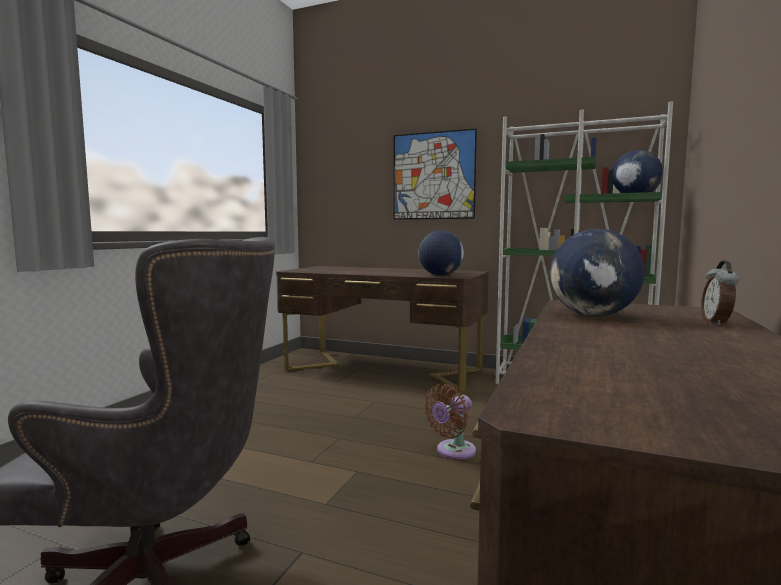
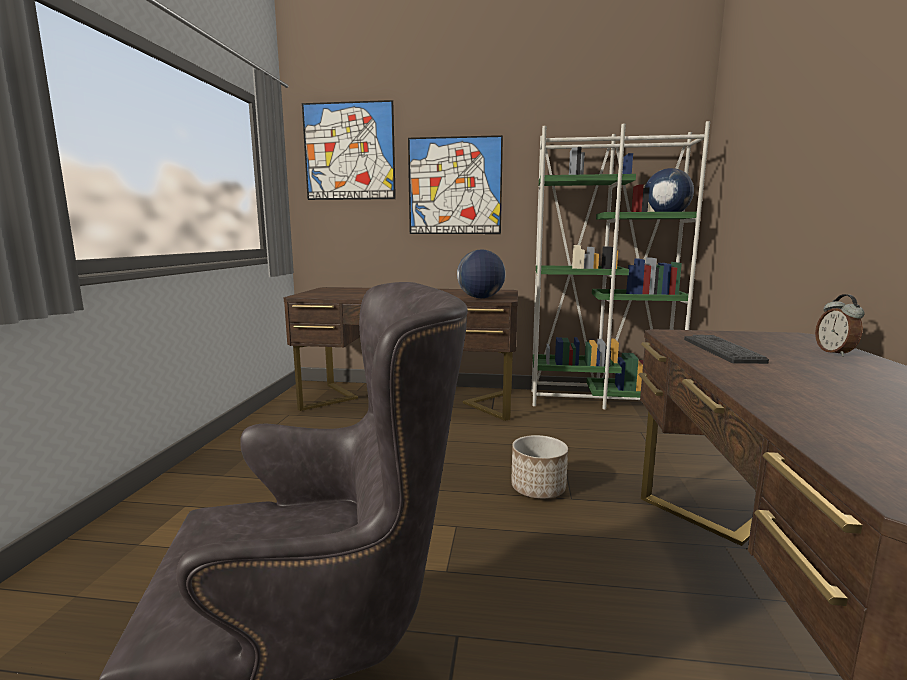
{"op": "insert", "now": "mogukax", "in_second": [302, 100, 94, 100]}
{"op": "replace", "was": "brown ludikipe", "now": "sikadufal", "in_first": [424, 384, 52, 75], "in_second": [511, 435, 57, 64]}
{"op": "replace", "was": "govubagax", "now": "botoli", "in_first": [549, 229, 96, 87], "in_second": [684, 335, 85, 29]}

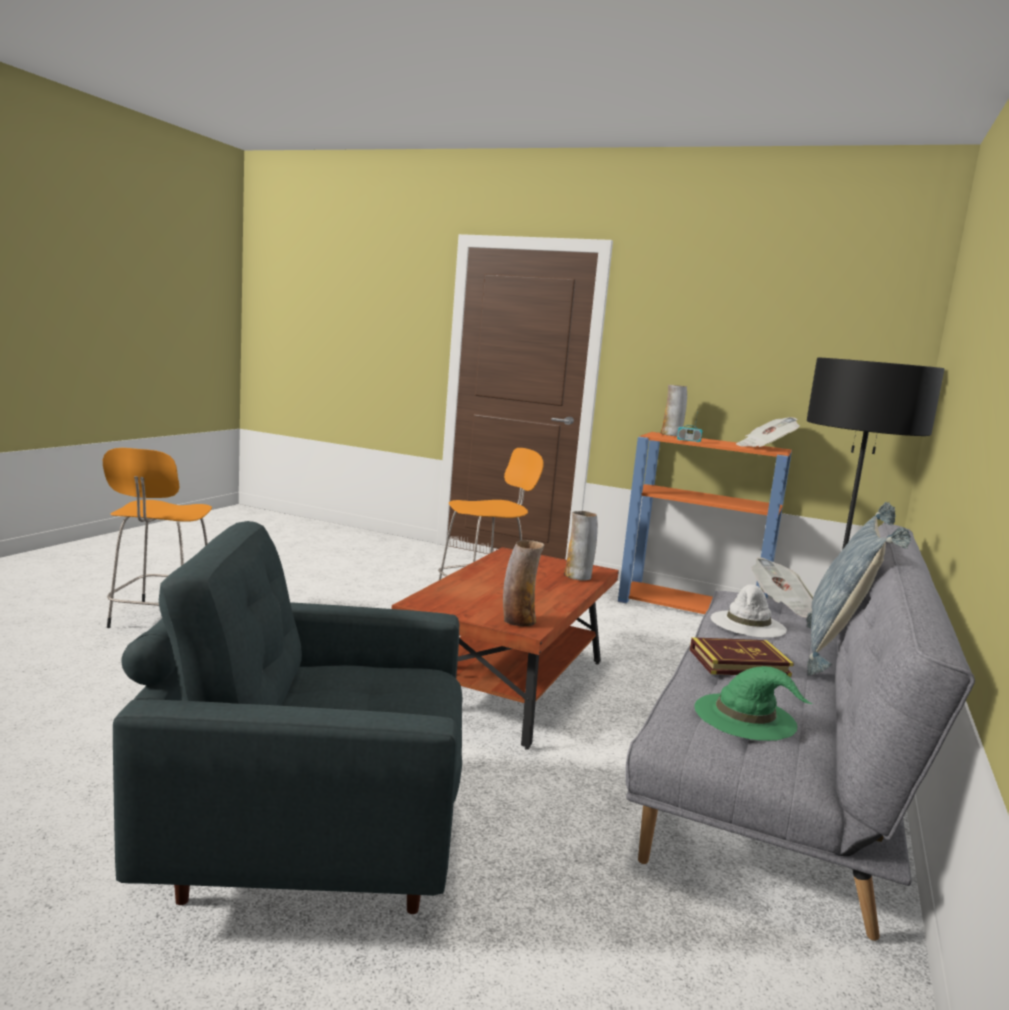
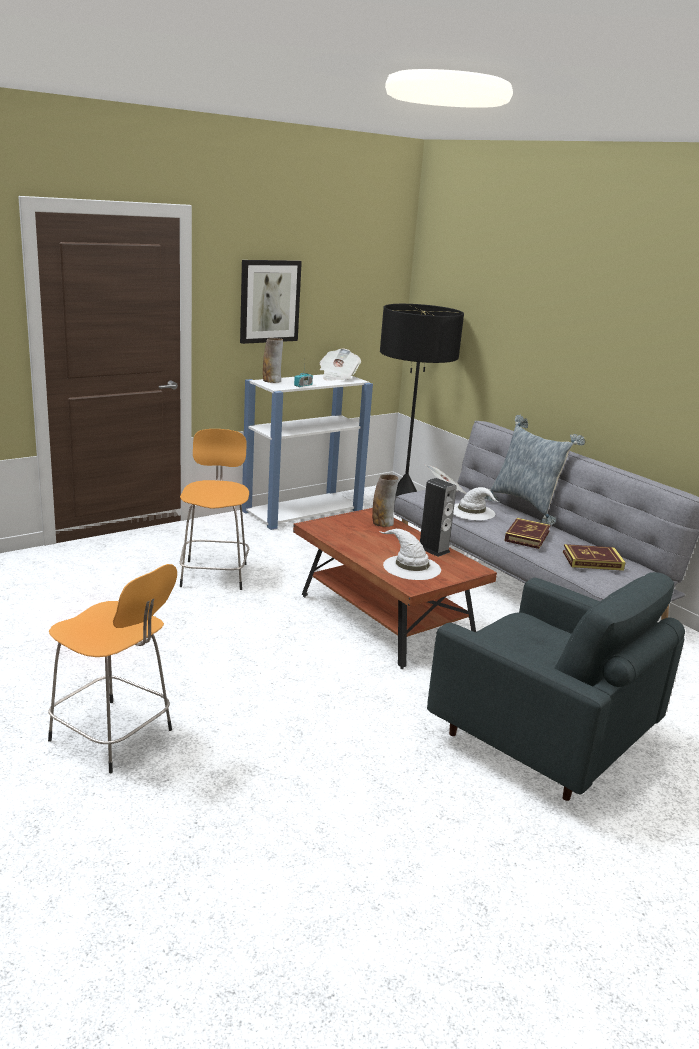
{"op": "insert", "now": "mogukax", "in_second": [240, 260, 62, 84]}
{"op": "recolor", "was": "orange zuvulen", "now": "white zuvulen", "in_first": [618, 432, 174, 182], "in_second": [242, 374, 131, 156]}
{"op": "insert", "now": "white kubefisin", "in_second": [378, 529, 63, 51]}
{"op": "insert", "now": "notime", "in_second": [420, 478, 37, 79]}
{"op": "rotate", "was": "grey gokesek", "in_first": [113, 521, 350, 393], "in_second": [427, 572, 258, 229], "clockwise": -75}
{"op": "replace", "was": "green kubefisin", "now": "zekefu", "in_first": [694, 666, 119, 75], "in_second": [563, 544, 63, 27]}
{"op": "delete", "was": "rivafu", "in_first": [503, 540, 41, 87]}

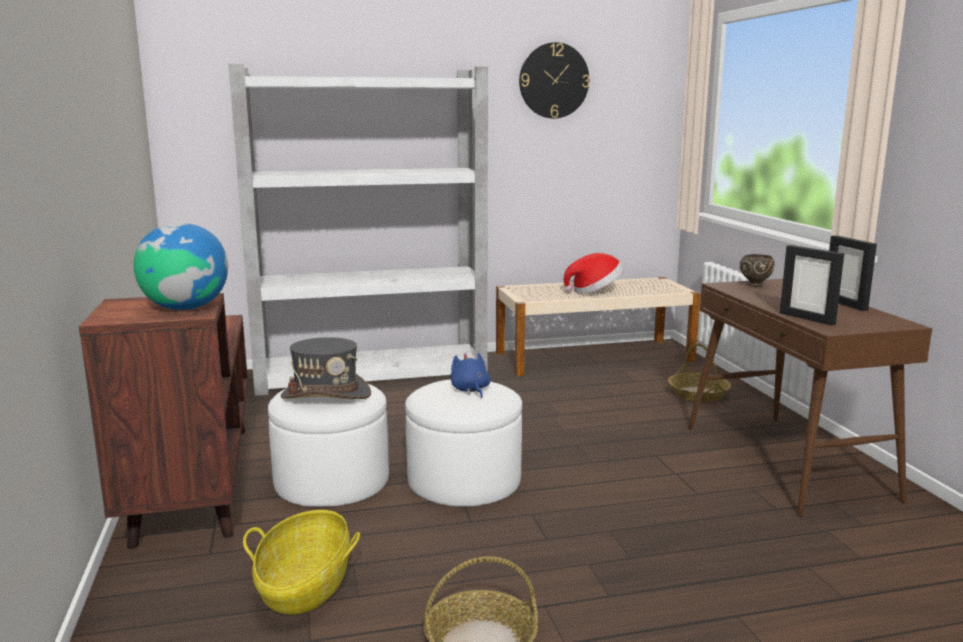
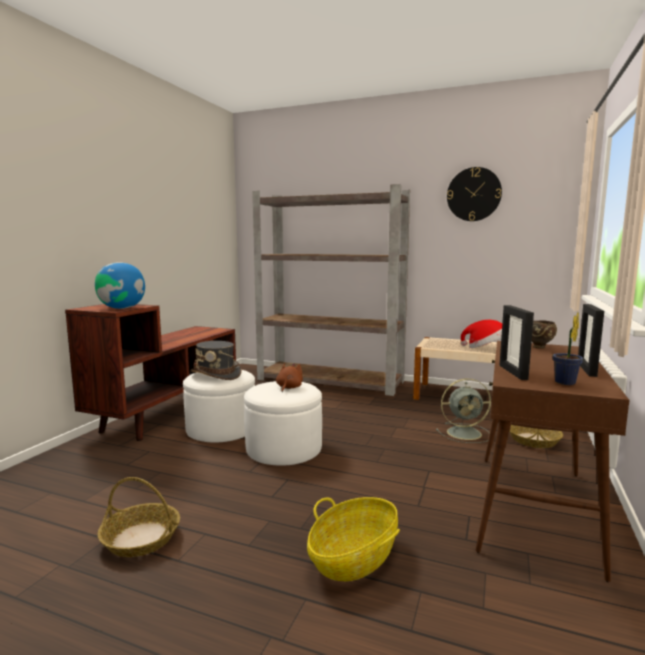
{"op": "recolor", "was": "white zuvulen", "now": "brown zuvulen", "in_first": [228, 64, 260, 332], "in_second": [252, 184, 158, 212]}
{"op": "recolor", "was": "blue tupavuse", "now": "brown tupavuse", "in_first": [451, 353, 39, 45], "in_second": [276, 363, 27, 29]}
{"op": "move", "was": "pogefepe", "in_first": [243, 510, 117, 105], "in_second": [307, 497, 93, 84]}
{"op": "insert", "now": "grey ludikipe", "in_second": [436, 378, 55, 65]}
{"op": "insert", "now": "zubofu", "in_second": [553, 312, 30, 73]}

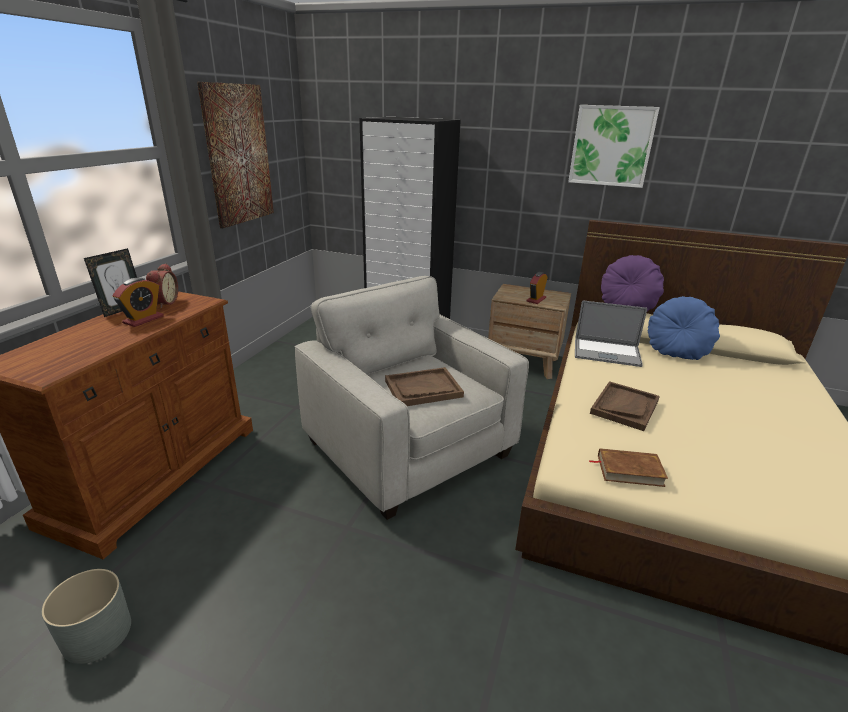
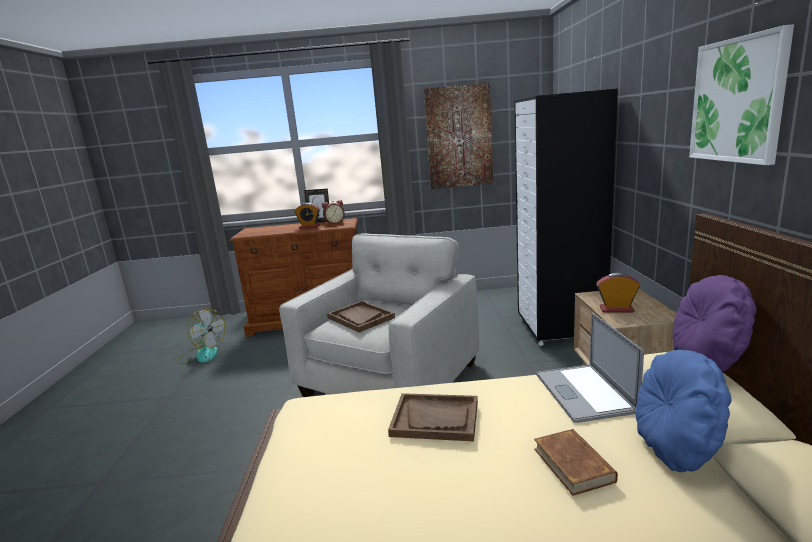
{"op": "replace", "was": "grey sikadufal", "now": "ludikipe", "in_first": [42, 569, 89, 95], "in_second": [177, 308, 49, 56]}
{"op": "move", "was": "brown zekefu", "in_first": [589, 448, 79, 39], "in_second": [534, 429, 84, 67]}

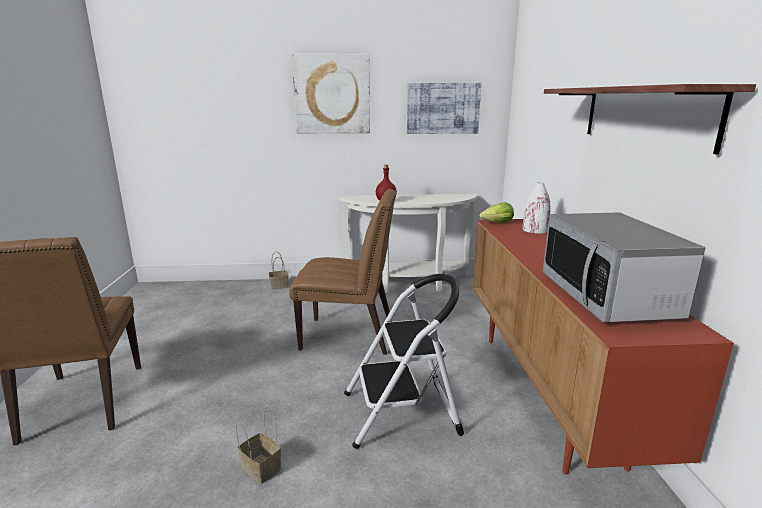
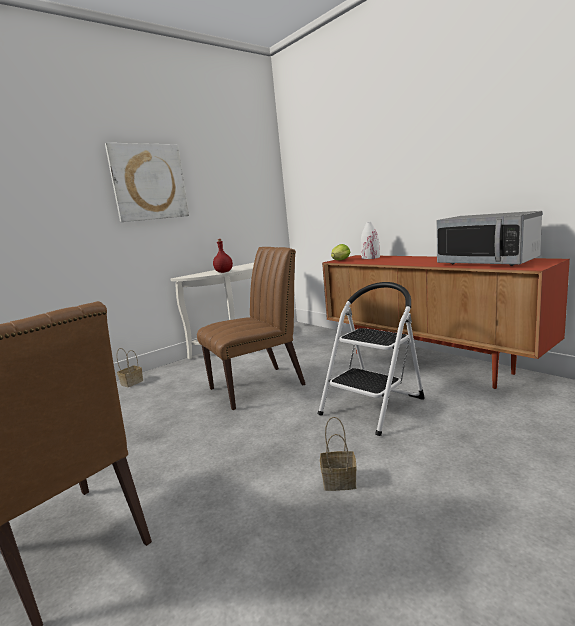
{"op": "delete", "was": "mogukax", "in_first": [407, 83, 74, 51]}
{"op": "delete", "was": "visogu", "in_first": [544, 84, 212, 71]}

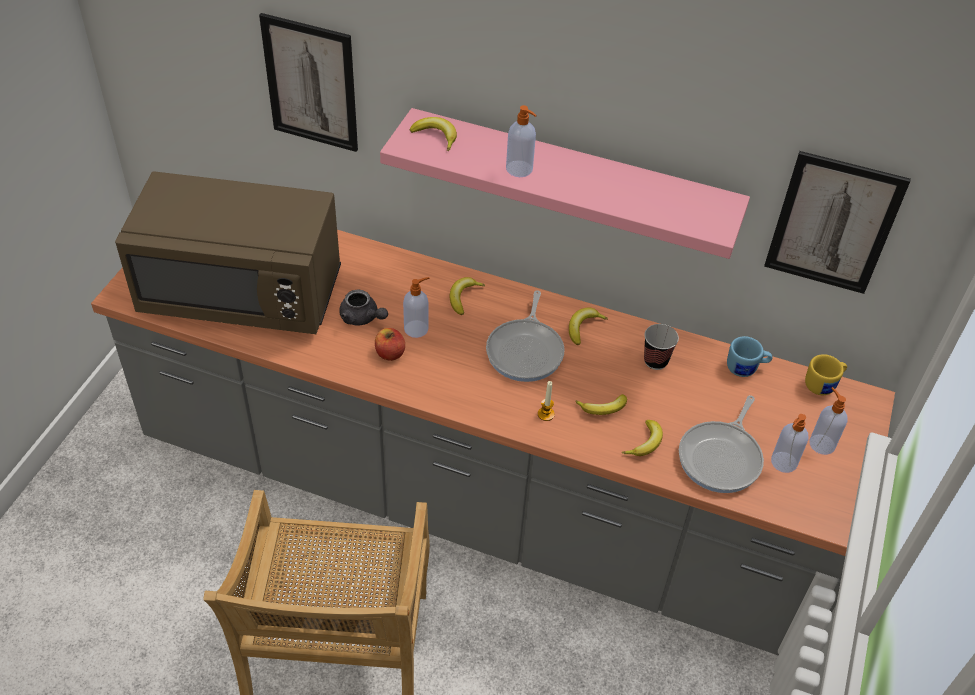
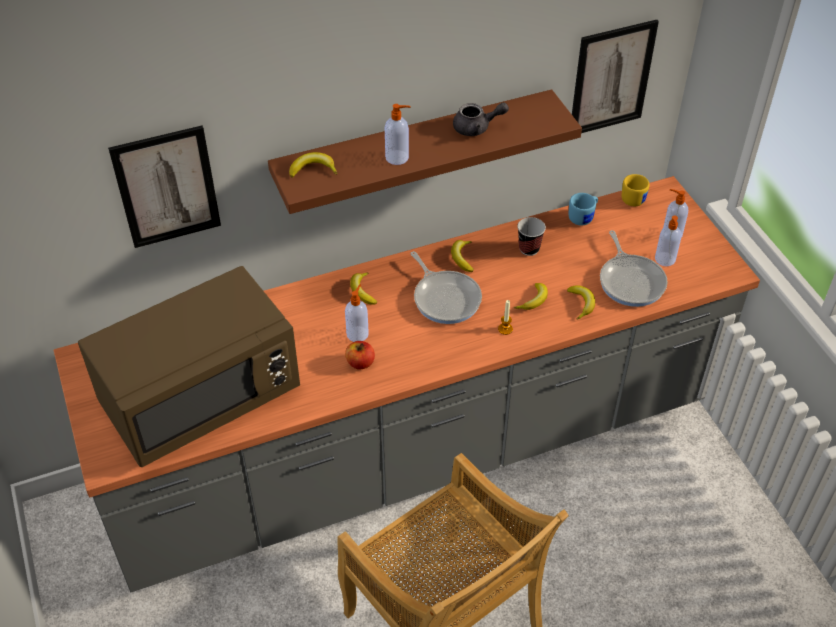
{"op": "recolor", "was": "pink visogu", "now": "brown visogu", "in_first": [380, 108, 370, 151], "in_second": [268, 89, 314, 125]}
{"op": "move", "was": "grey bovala", "in_first": [339, 289, 49, 37], "in_second": [453, 102, 56, 34]}

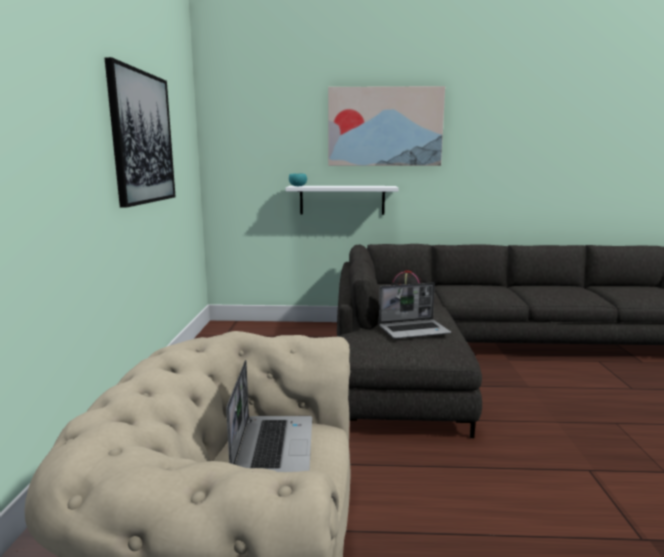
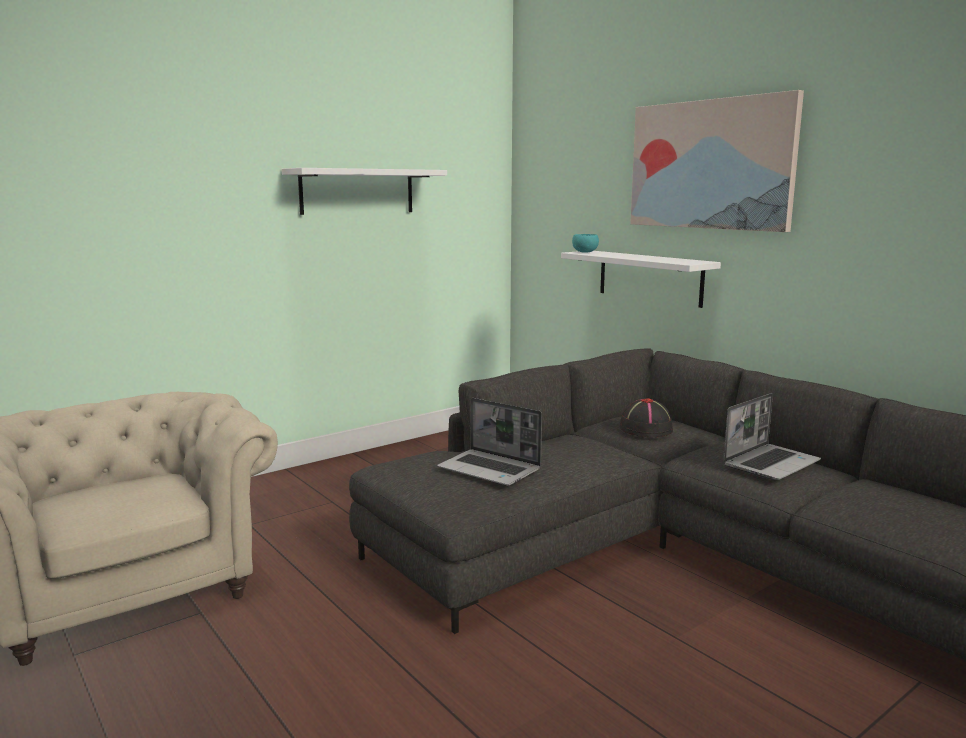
{"op": "replace", "was": "mogukax", "now": "white visogu", "in_first": [104, 57, 72, 151], "in_second": [282, 168, 165, 47]}
{"op": "move", "was": "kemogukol", "in_first": [226, 360, 86, 112], "in_second": [723, 393, 98, 87]}

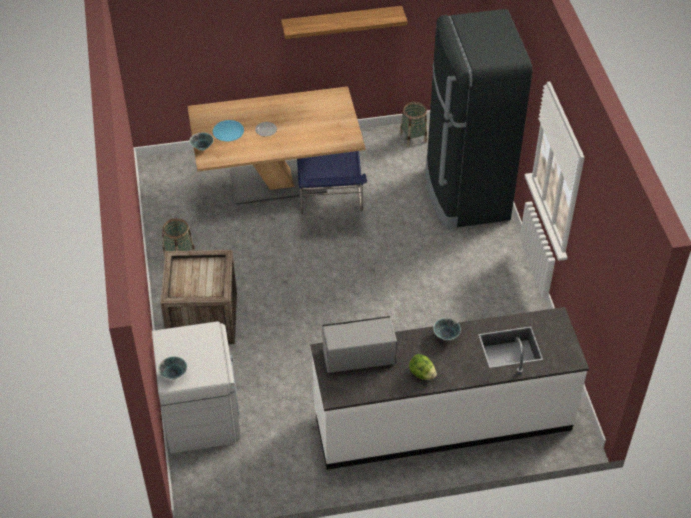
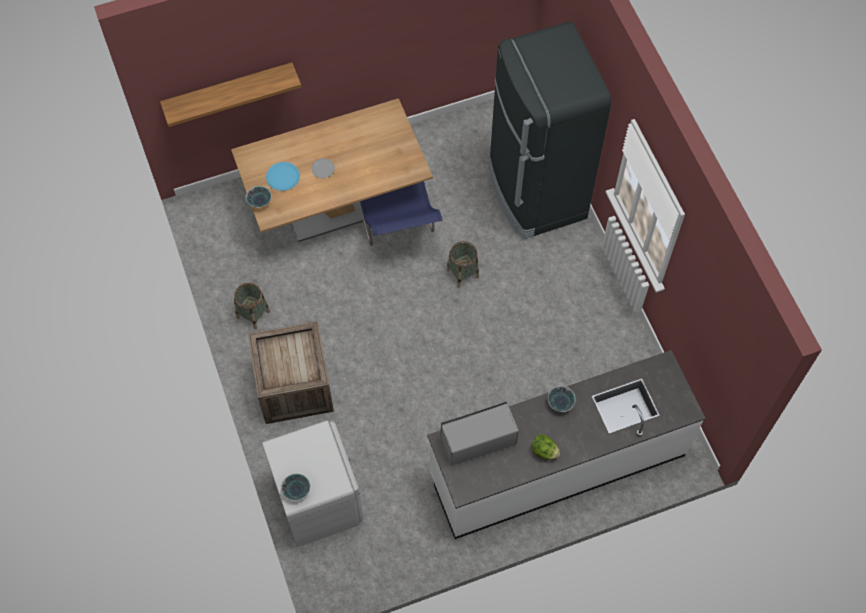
{"op": "move", "was": "visogu", "in_first": [281, 6, 127, 33], "in_second": [160, 62, 141, 65]}
{"op": "move", "was": "pogefepe", "in_first": [400, 102, 27, 45], "in_second": [446, 241, 33, 47]}

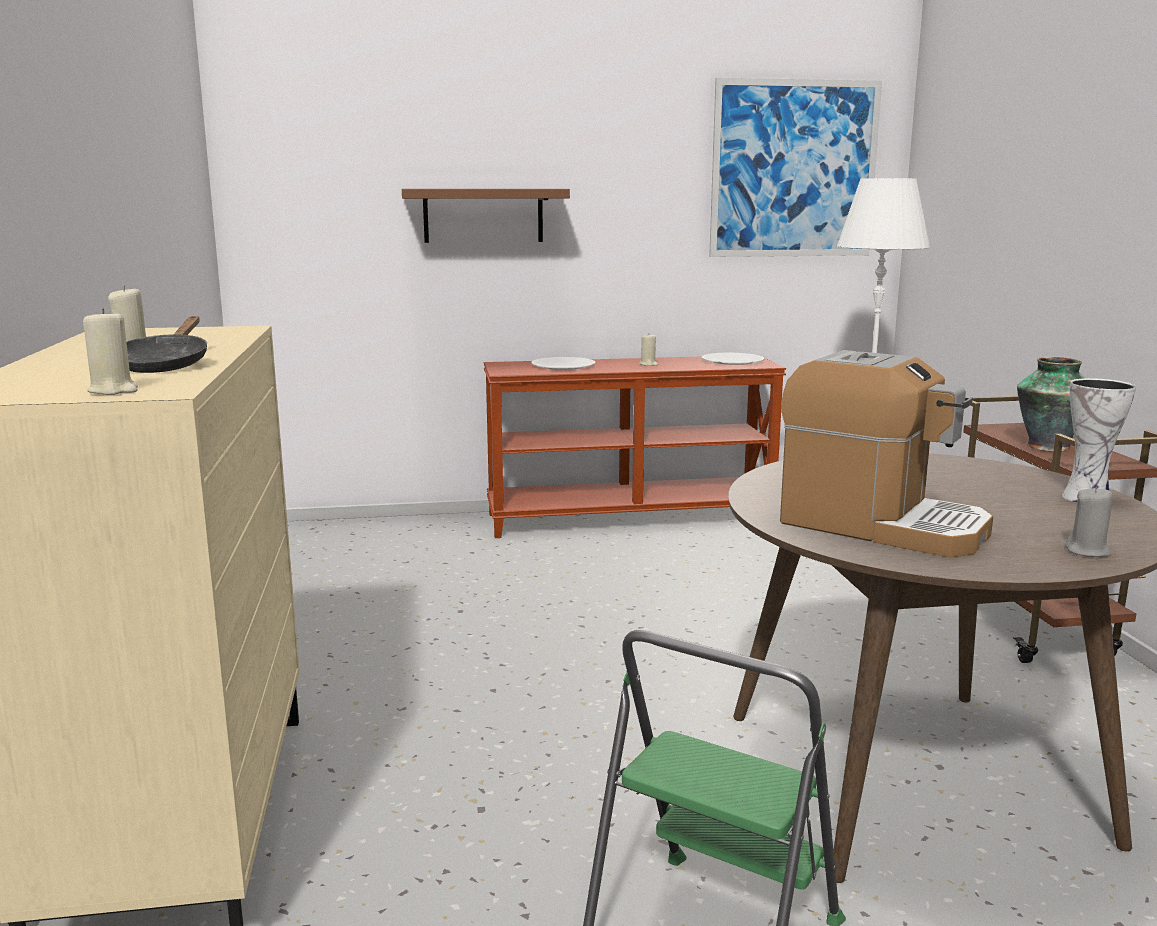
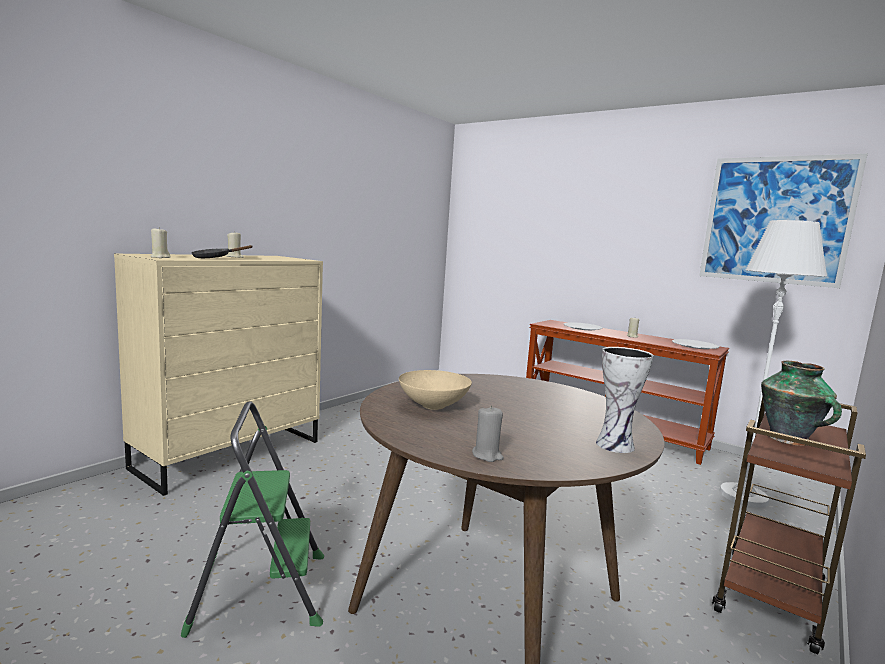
{"op": "replace", "was": "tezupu", "now": "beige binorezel", "in_first": [780, 350, 213, 208], "in_second": [399, 370, 73, 40]}
{"op": "delete", "was": "brown visogu", "in_first": [402, 189, 168, 54]}

